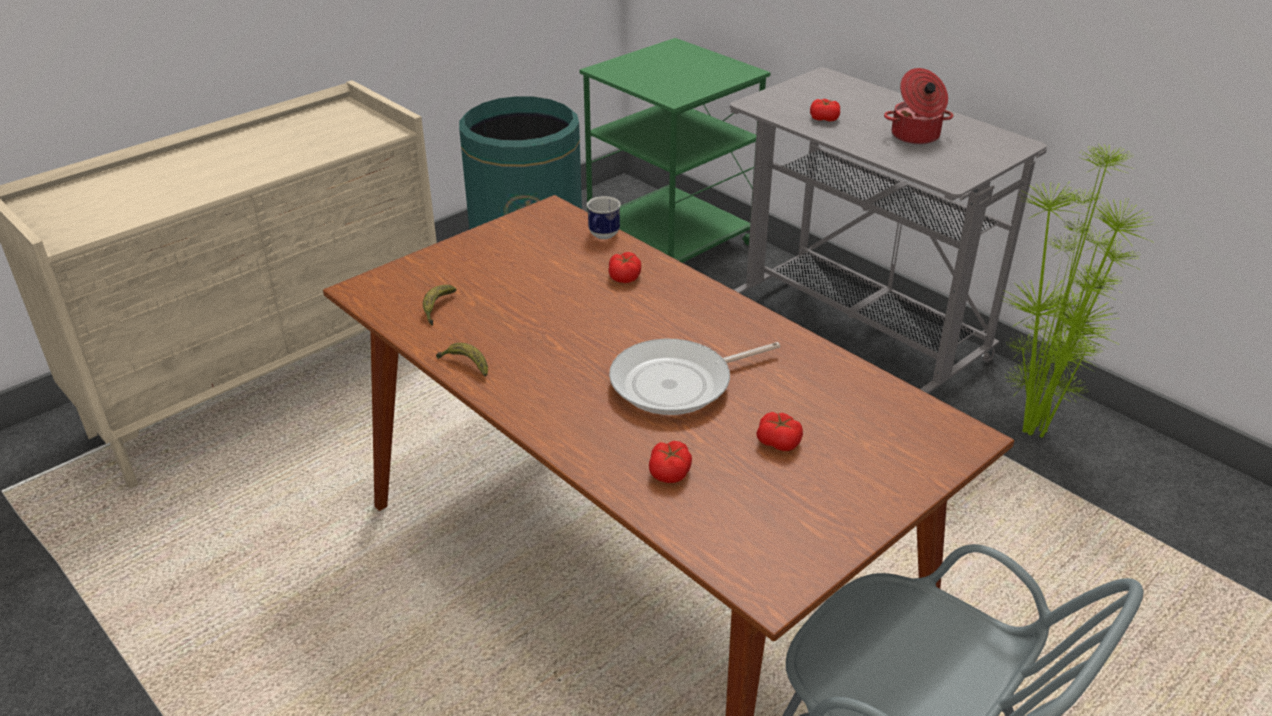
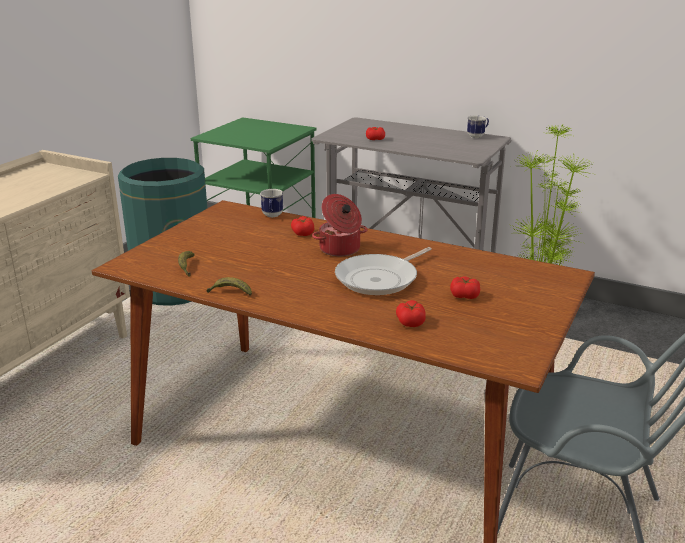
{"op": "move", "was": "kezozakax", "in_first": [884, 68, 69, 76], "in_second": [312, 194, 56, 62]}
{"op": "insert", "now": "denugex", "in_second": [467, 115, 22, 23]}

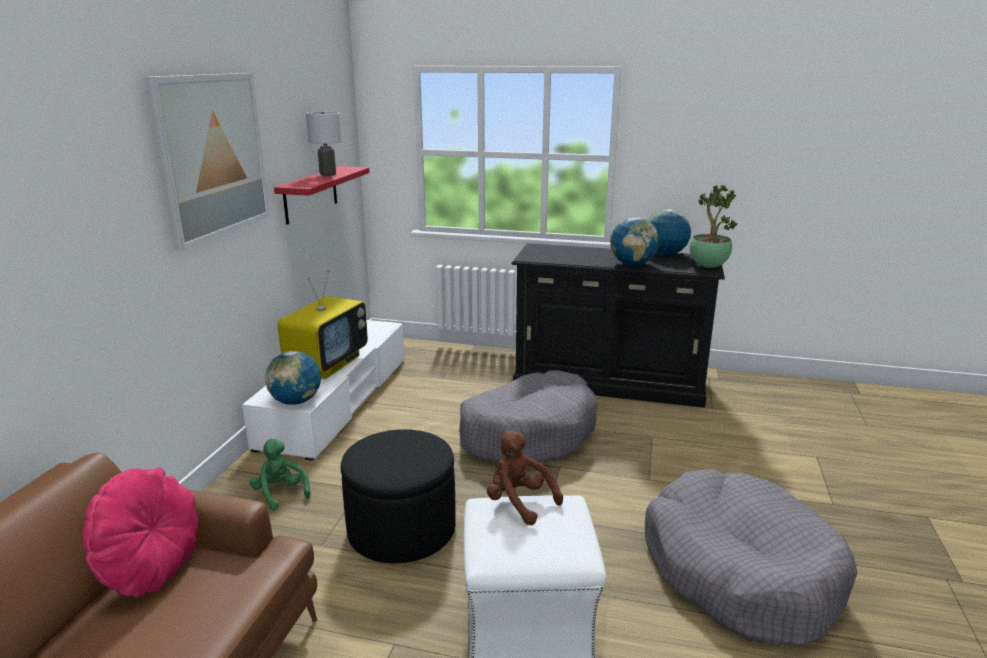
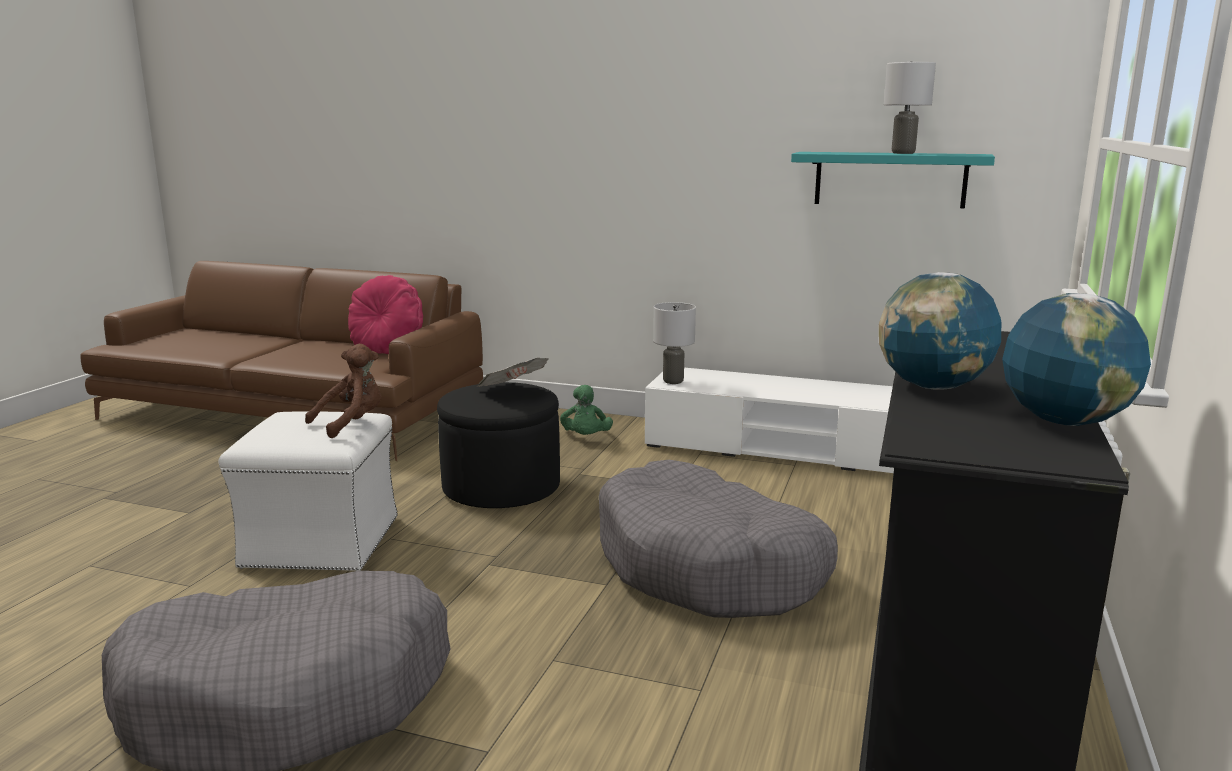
{"op": "insert", "now": "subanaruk", "in_second": [477, 358, 72, 29]}
{"op": "rotate", "was": "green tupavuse", "in_first": [250, 439, 60, 72], "in_second": [560, 385, 53, 50], "clockwise": 120}
{"op": "replace", "was": "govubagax", "now": "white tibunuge", "in_first": [265, 351, 56, 54], "in_second": [653, 302, 43, 82]}
{"op": "recolor", "was": "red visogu", "now": "turquoise visogu", "in_first": [274, 166, 96, 59], "in_second": [791, 152, 204, 56]}
{"op": "delete", "was": "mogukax", "in_first": [144, 73, 126, 178]}
{"op": "delete", "was": "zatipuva", "in_first": [278, 270, 90, 109]}
{"op": "delete", "was": "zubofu", "in_first": [690, 185, 47, 83]}

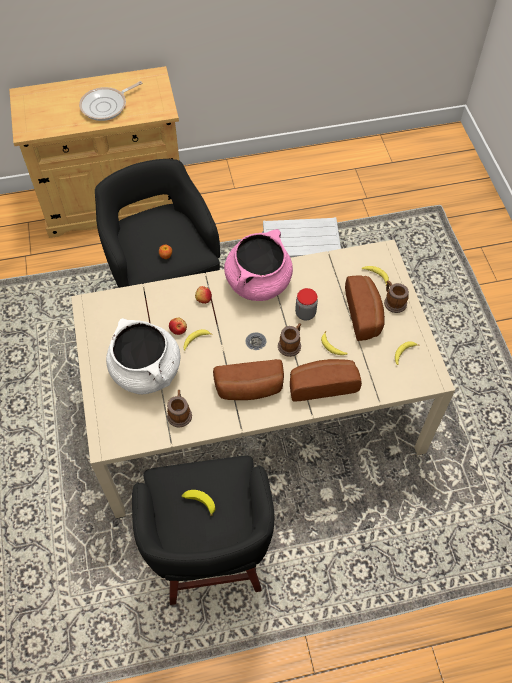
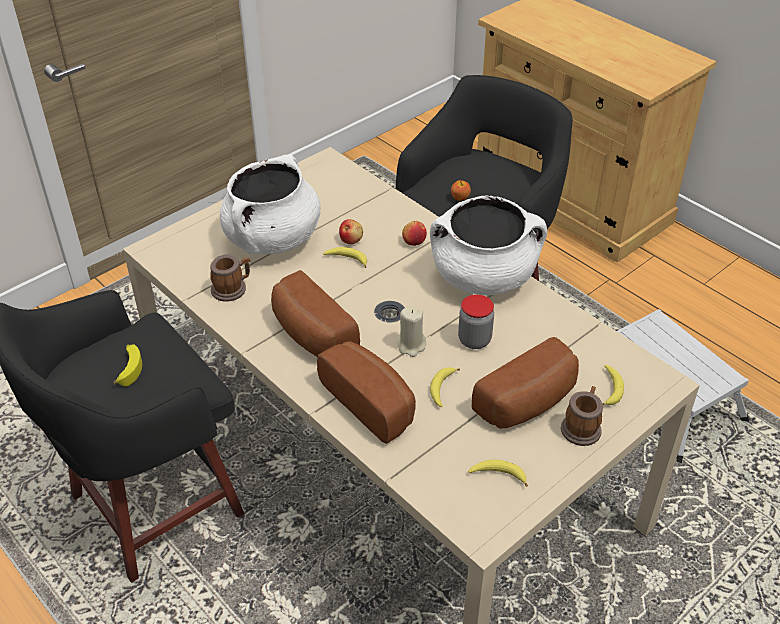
{"op": "replace", "was": "denugex", "now": "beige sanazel", "in_first": [278, 323, 23, 34], "in_second": [397, 306, 29, 51]}
{"op": "recolor", "was": "pink kezozakax", "now": "white kezozakax", "in_first": [224, 229, 69, 72], "in_second": [430, 196, 117, 99]}
{"op": "delete", "was": "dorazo", "in_first": [79, 81, 63, 40]}

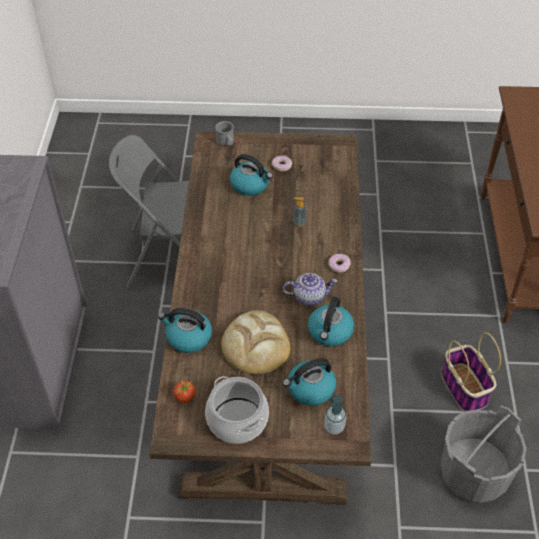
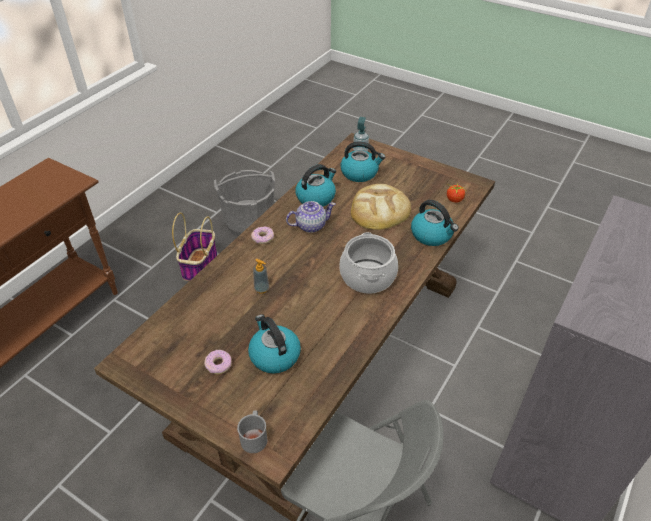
{"op": "rotate", "was": "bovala", "in_first": [283, 273, 54, 33], "in_second": [286, 201, 49, 32], "clockwise": 135}
{"op": "move", "was": "kezozakax", "in_first": [205, 376, 64, 68], "in_second": [339, 232, 59, 62]}

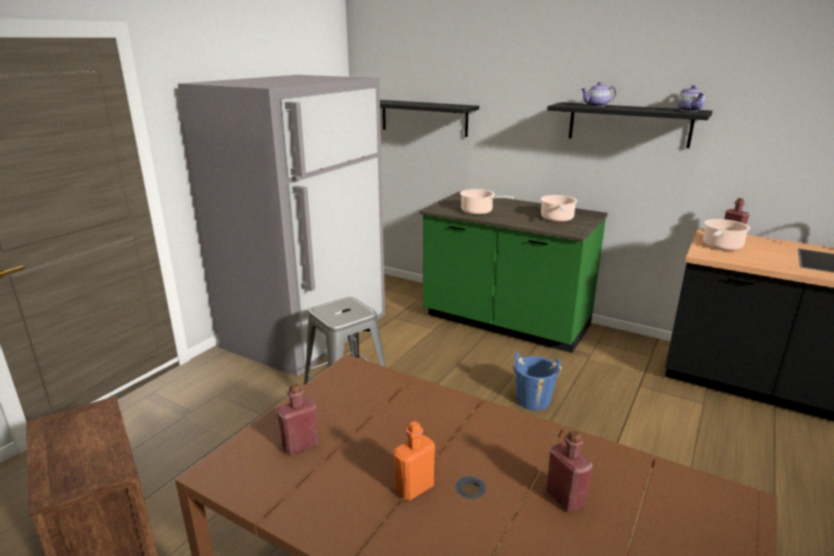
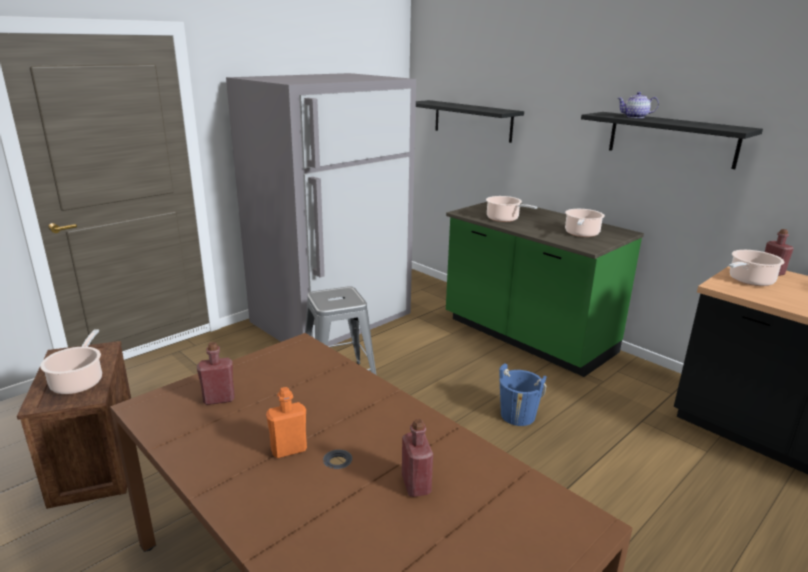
{"op": "insert", "now": "kezozakax", "in_second": [40, 329, 62, 65]}
{"op": "delete", "was": "bovala", "in_first": [677, 85, 28, 27]}

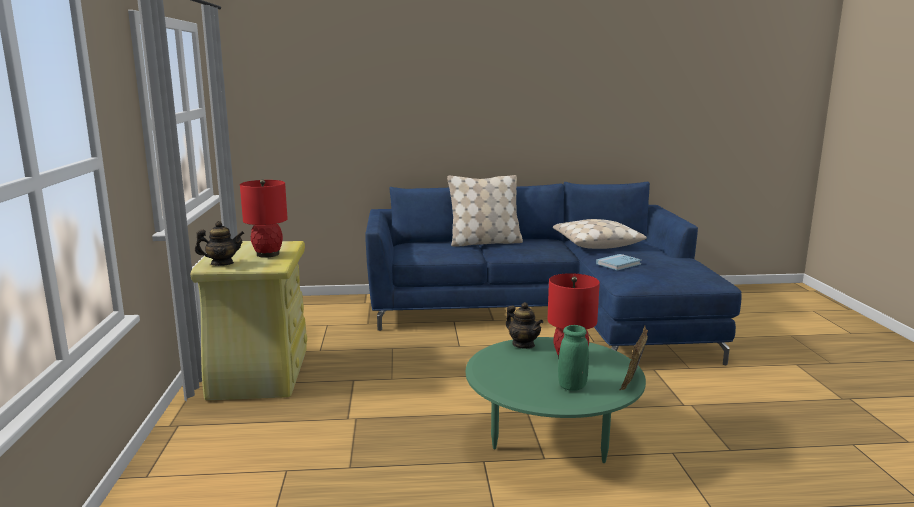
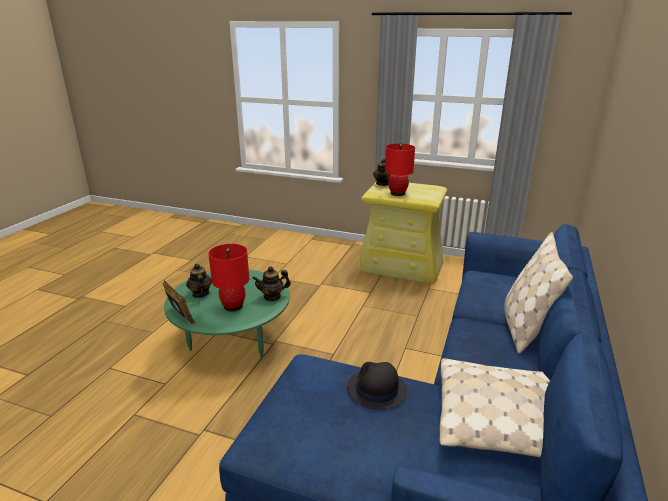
{"op": "replace", "was": "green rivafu", "now": "bovala", "in_first": [558, 325, 31, 66], "in_second": [186, 264, 26, 34]}
{"op": "replace", "was": "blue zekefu", "now": "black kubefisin", "in_first": [596, 254, 45, 17], "in_second": [347, 362, 60, 47]}

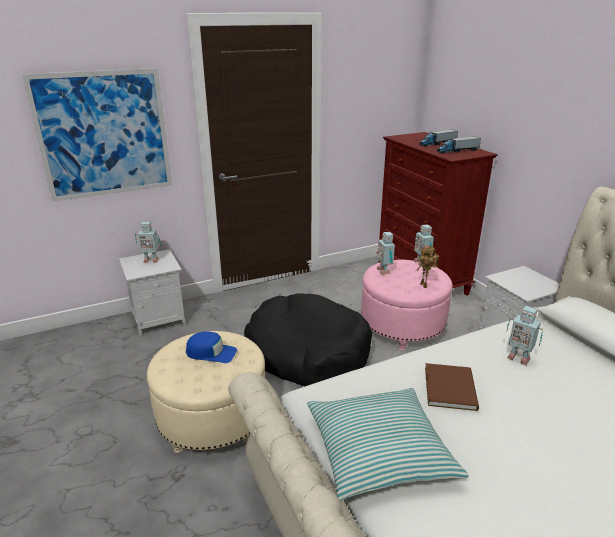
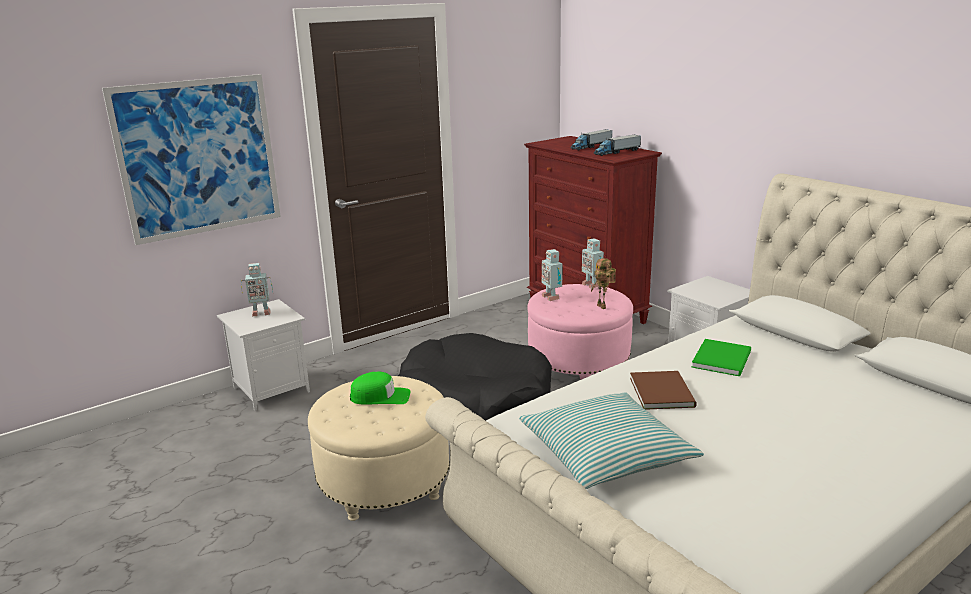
{"op": "recolor", "was": "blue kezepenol", "now": "green kezepenol", "in_first": [186, 331, 51, 32], "in_second": [350, 372, 61, 33]}
{"op": "replace", "was": "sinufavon", "now": "green zekefu", "in_first": [506, 306, 37, 59], "in_second": [692, 339, 59, 37]}

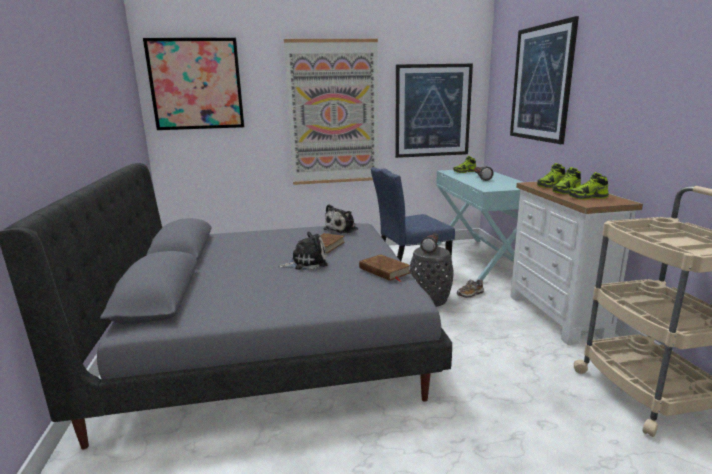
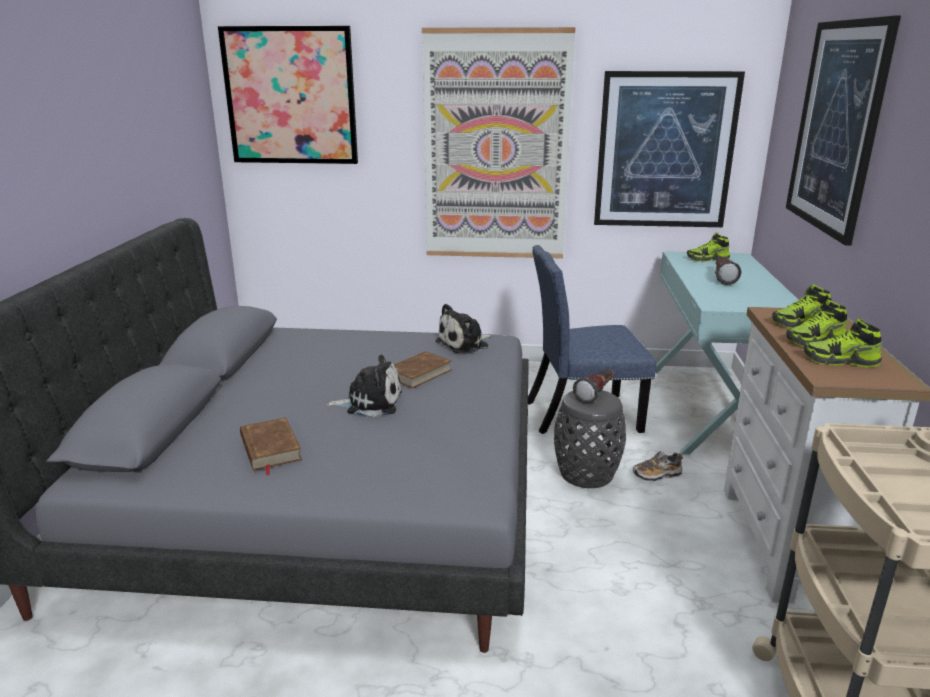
{"op": "move", "was": "brown zekefu", "in_first": [359, 254, 52, 28], "in_second": [240, 418, 62, 57]}

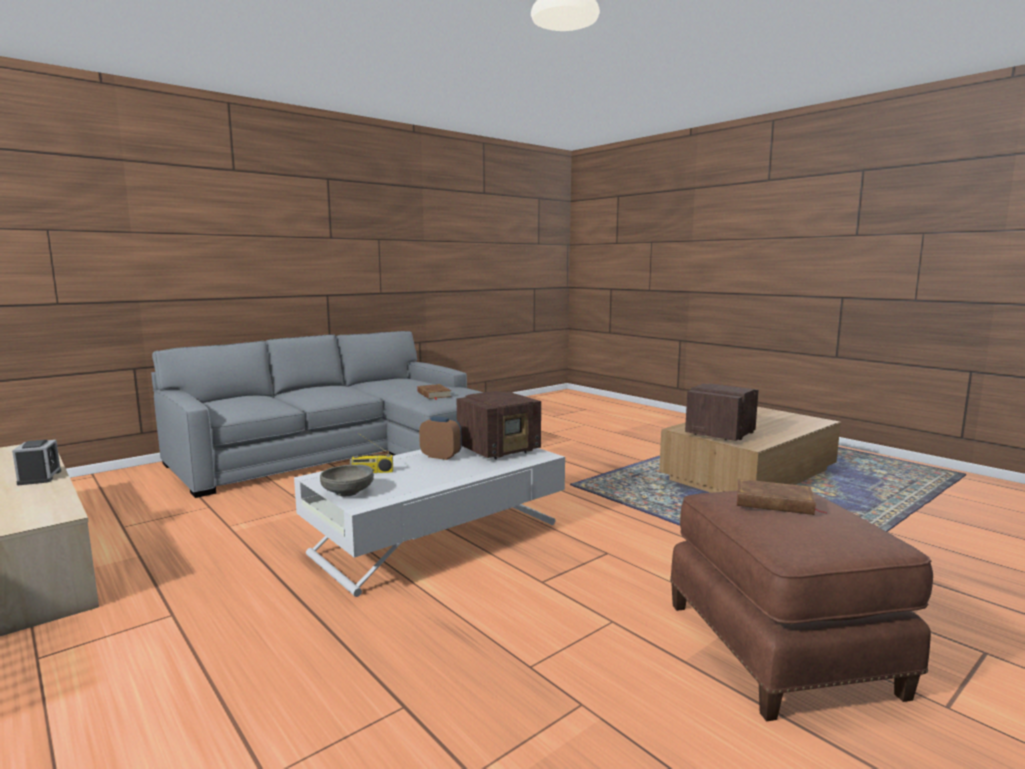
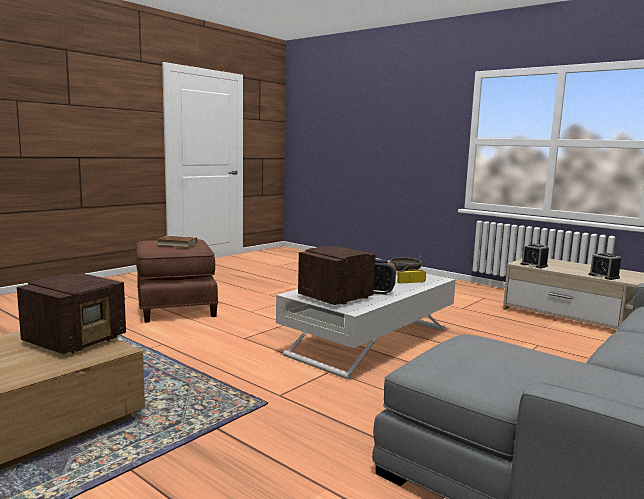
{"op": "insert", "now": "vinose", "in_second": [520, 243, 29, 25]}
{"op": "delete", "was": "brown zekefu", "in_first": [417, 384, 35, 16]}

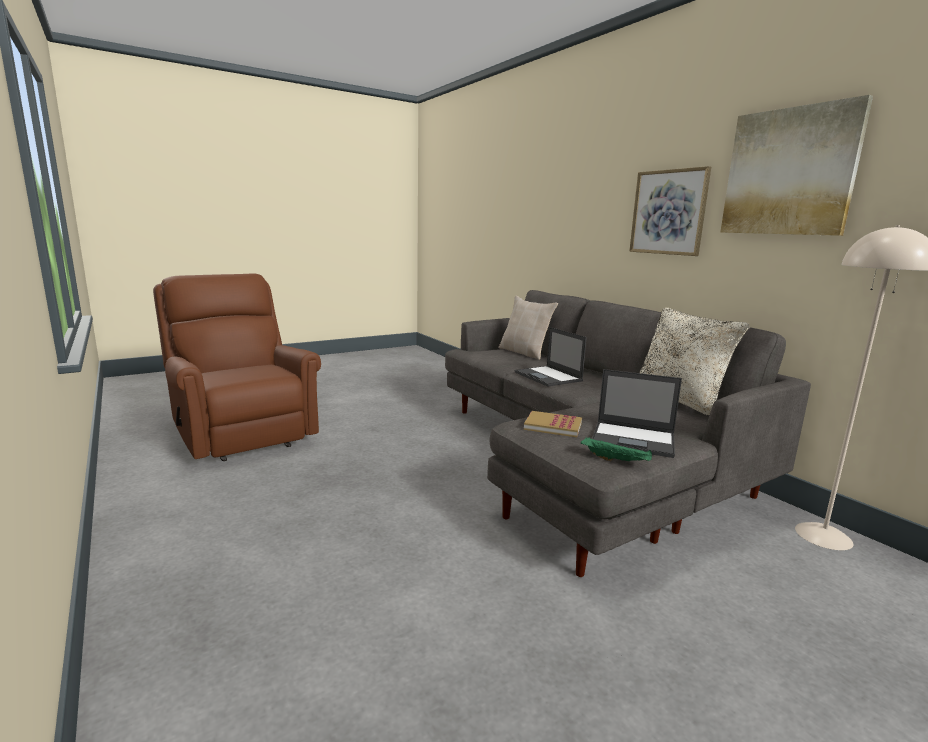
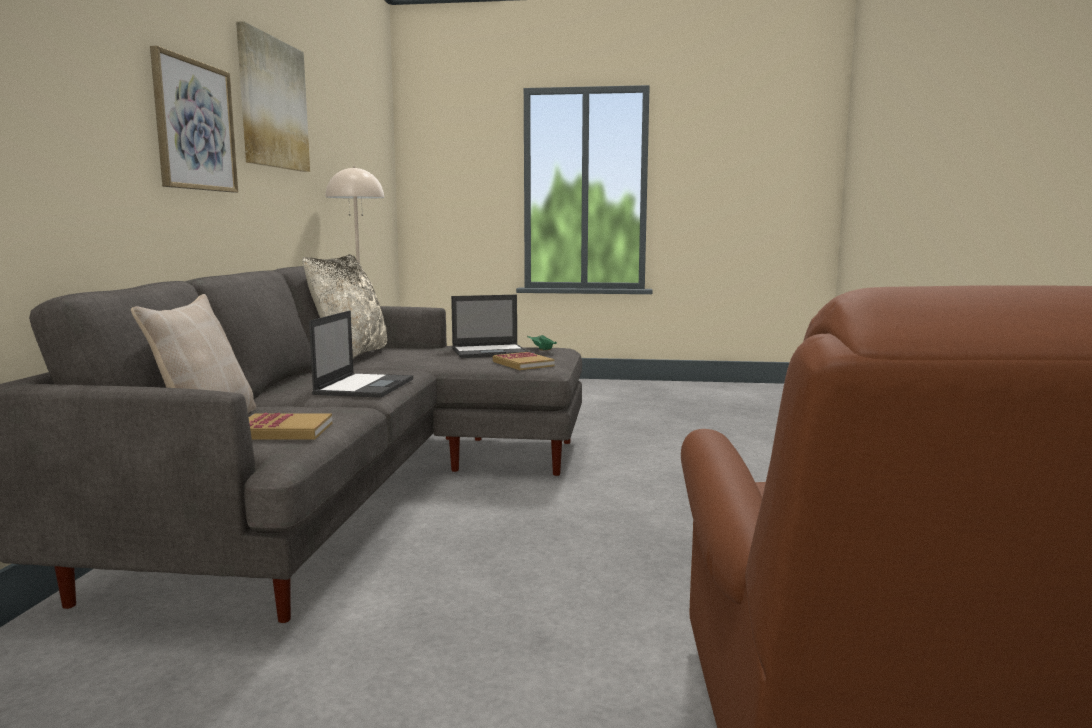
{"op": "insert", "now": "zekefu", "in_second": [249, 413, 83, 27]}
{"op": "rotate", "was": "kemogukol", "in_first": [592, 369, 90, 89], "in_second": [451, 295, 77, 63], "clockwise": 105}

